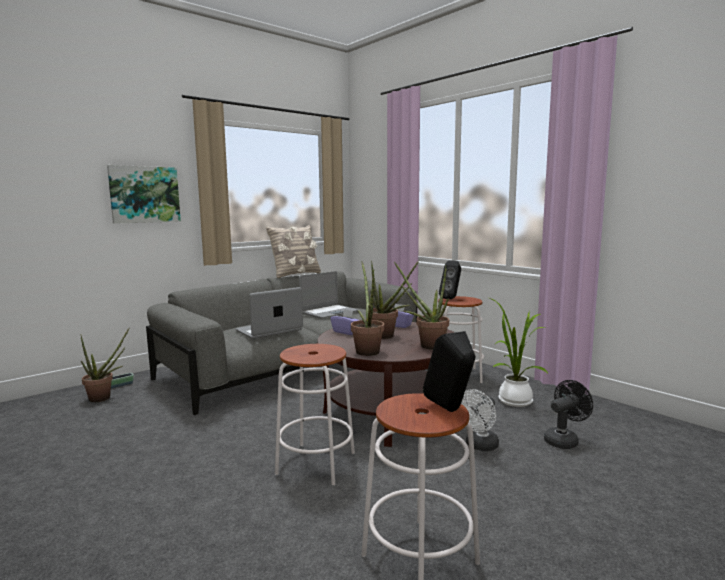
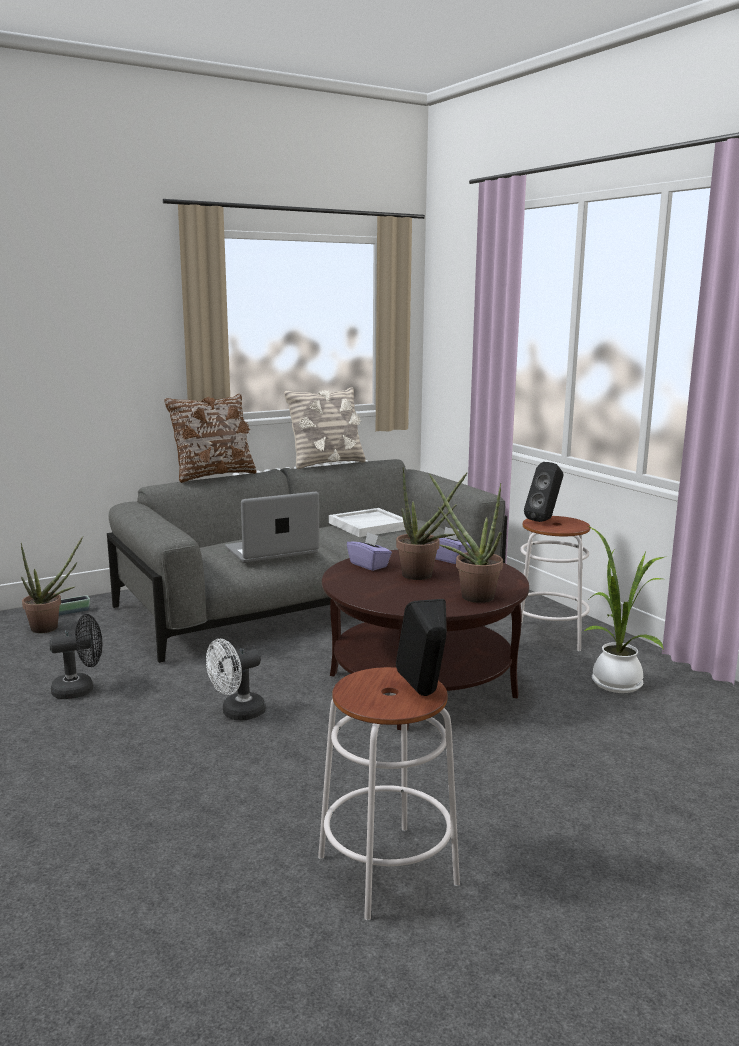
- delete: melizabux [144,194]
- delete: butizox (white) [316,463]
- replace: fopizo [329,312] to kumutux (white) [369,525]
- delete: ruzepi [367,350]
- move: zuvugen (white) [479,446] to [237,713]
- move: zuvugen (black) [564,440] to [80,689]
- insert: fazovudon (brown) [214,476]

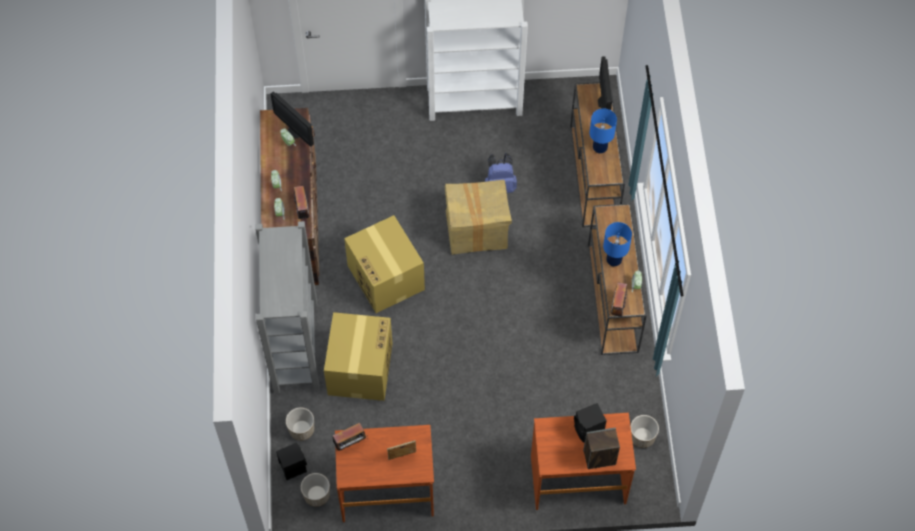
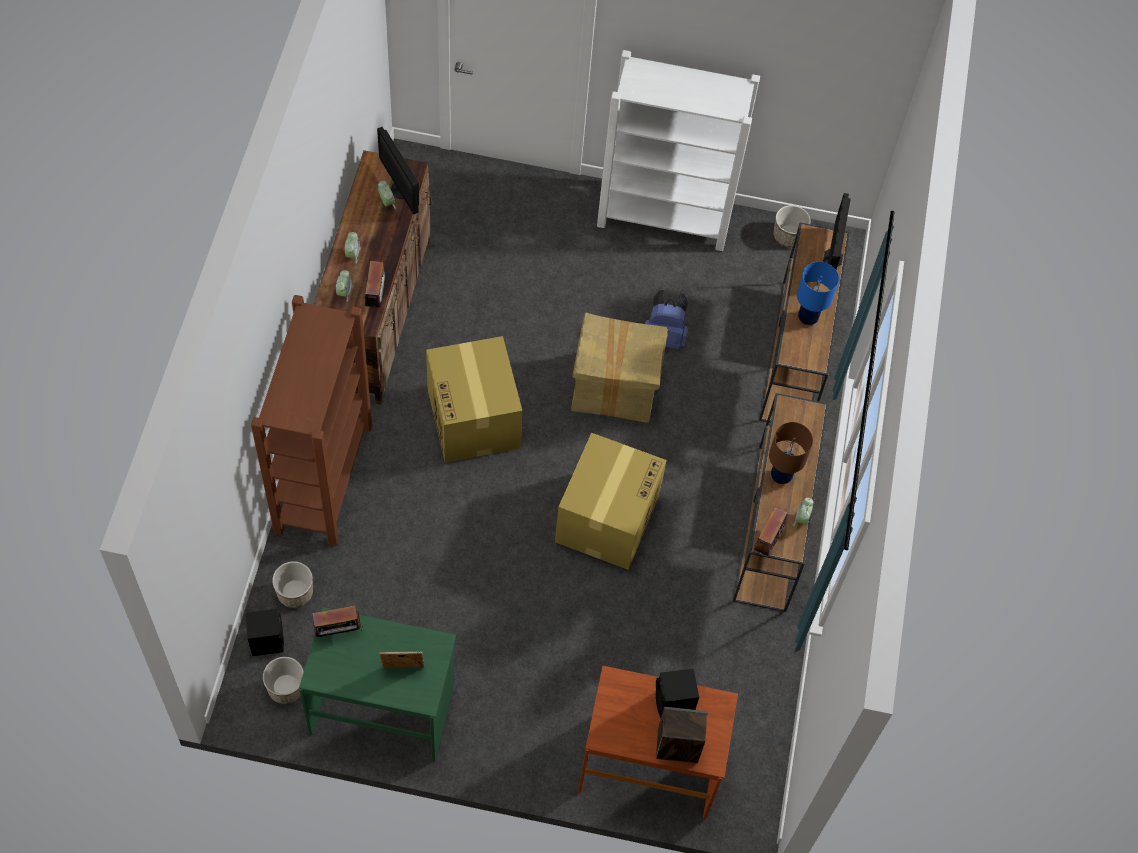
- recolor: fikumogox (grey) [295,346] to fikumogox (brown) [323,477]
- move: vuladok [360,368] to [607,517]
- recolor: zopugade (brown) [387,490] to zopugade (green) [383,708]
- recolor: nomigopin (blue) [613,260] to nomigopin (brown) [781,475]
- move: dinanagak [642,437] to [788,236]

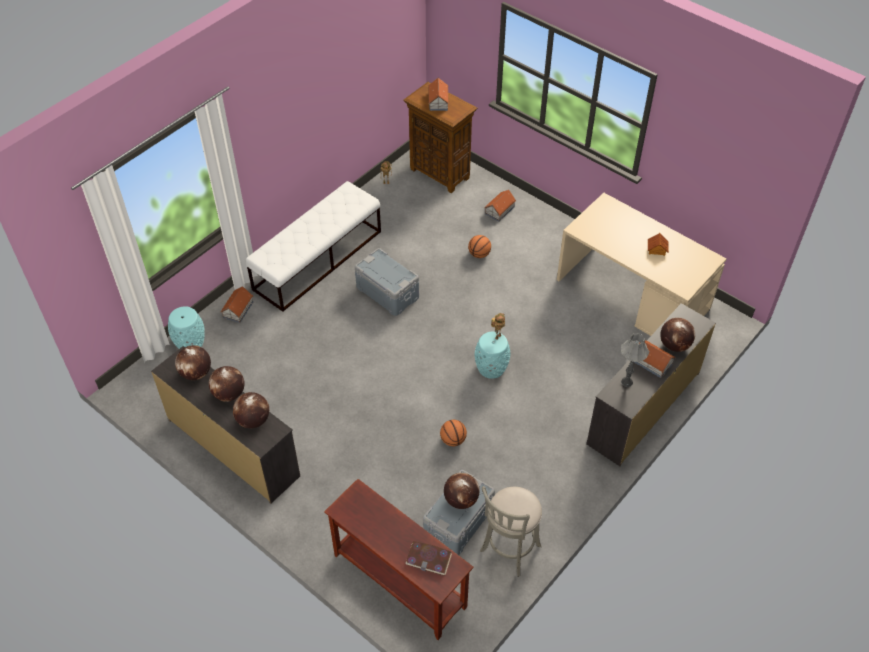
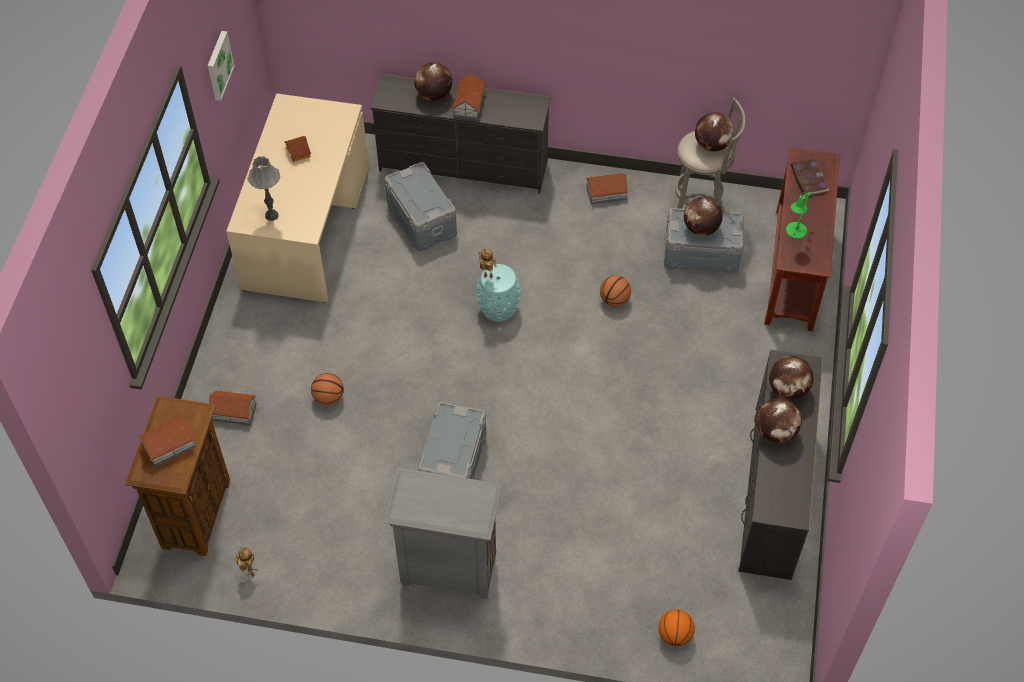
- replace: butizox (turquoise) [190,343] to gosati [675,635]
- move: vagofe [196,373] to [712,145]
- move: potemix [238,309] to [605,192]
- replace: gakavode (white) [318,260] to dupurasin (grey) [447,572]
- move: nomigopin (grey) [627,382] to [271,215]
- insert: melizabux [218,65]
- insert: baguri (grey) [422,219]
- insert: nomigopin (green) [795,232]

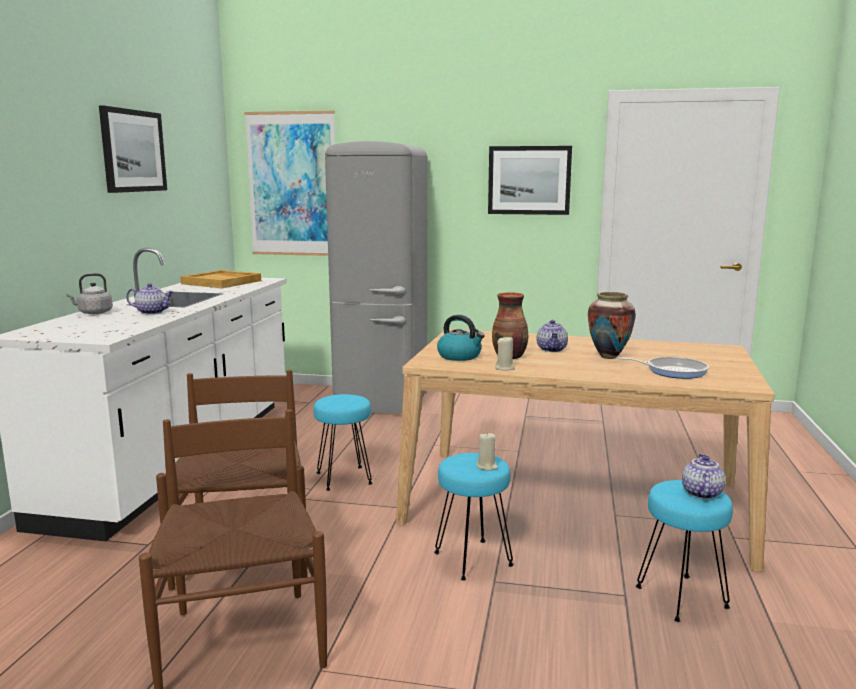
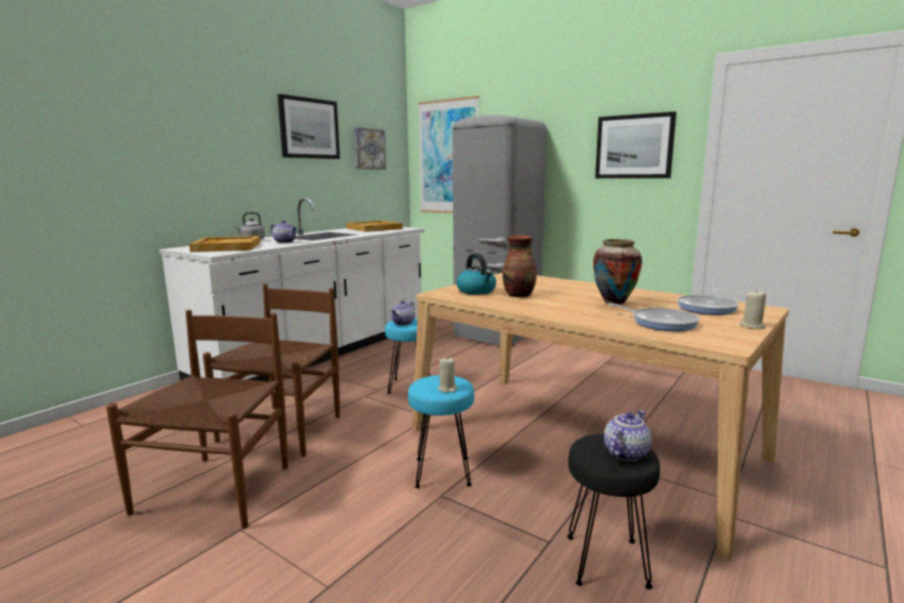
- move: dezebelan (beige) [505,368] to [752,326]
- move: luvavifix [552,349] to [403,323]
- recolor: butizox (turquoise) [680,598] to butizox (black) [605,561]
- insert: kumutux (beige) [226,247]
- insert: melizabux [368,149]
- insert: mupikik [707,308]

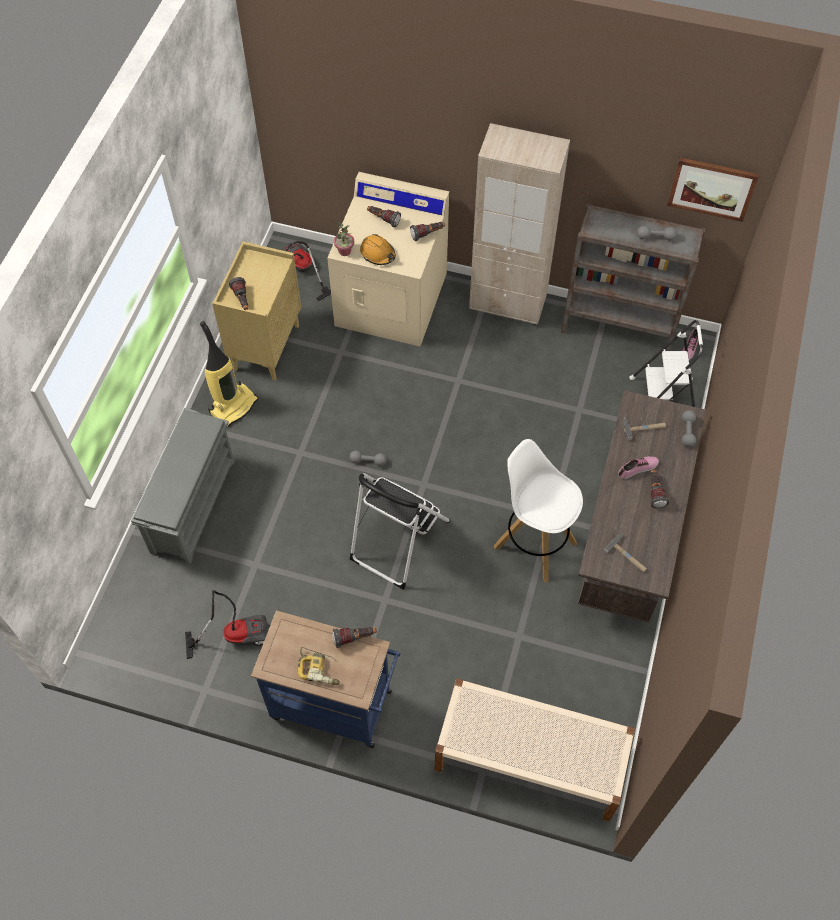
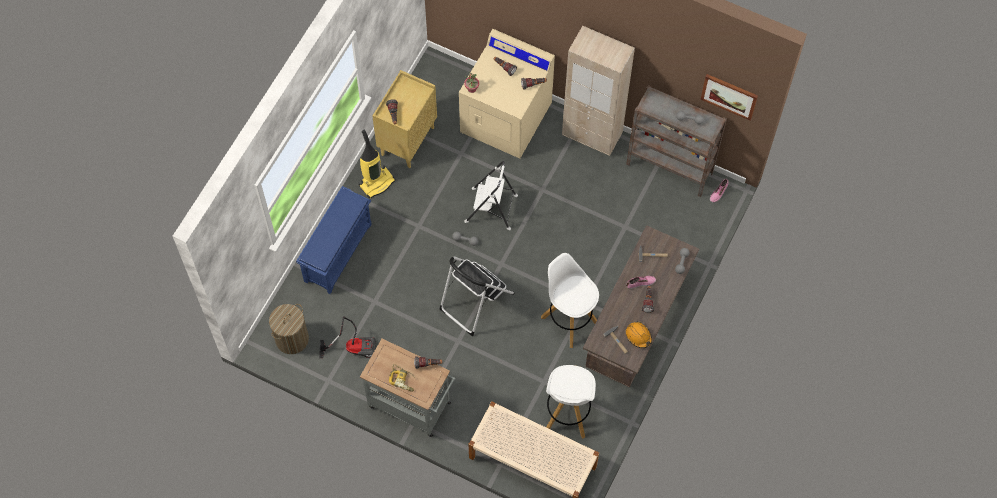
- recolor: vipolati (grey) [193,504] to vipolati (blue) [338,252]
- recolor: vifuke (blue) [335,706] to vifuke (grey) [412,406]
- delete: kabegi [302,271]
- move: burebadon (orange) [378,254] to [638,336]
- move: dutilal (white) [666,399] to [493,208]
- insert: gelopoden [292,339]
- insert: butizox (white) [567,414]

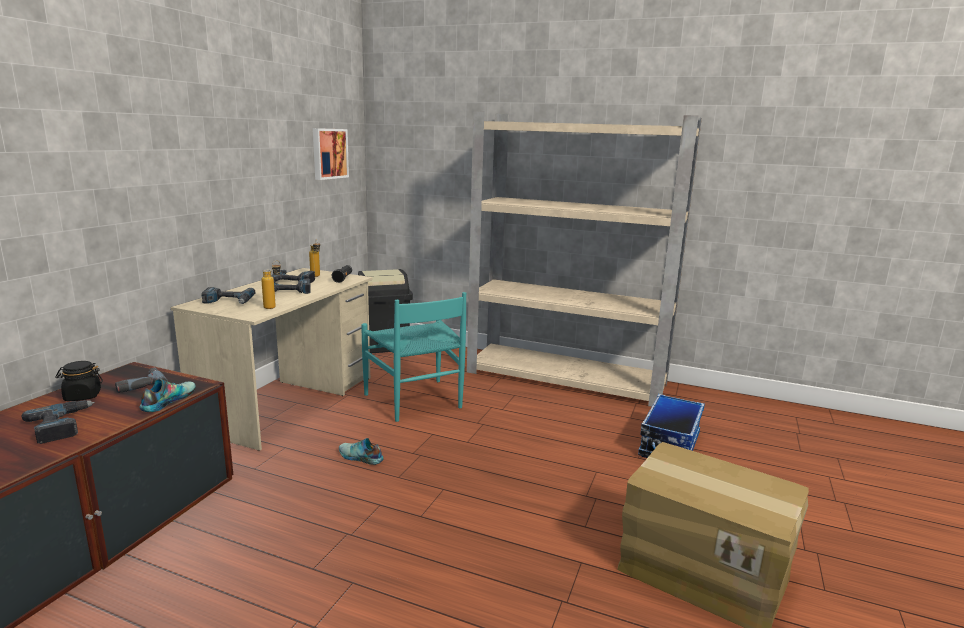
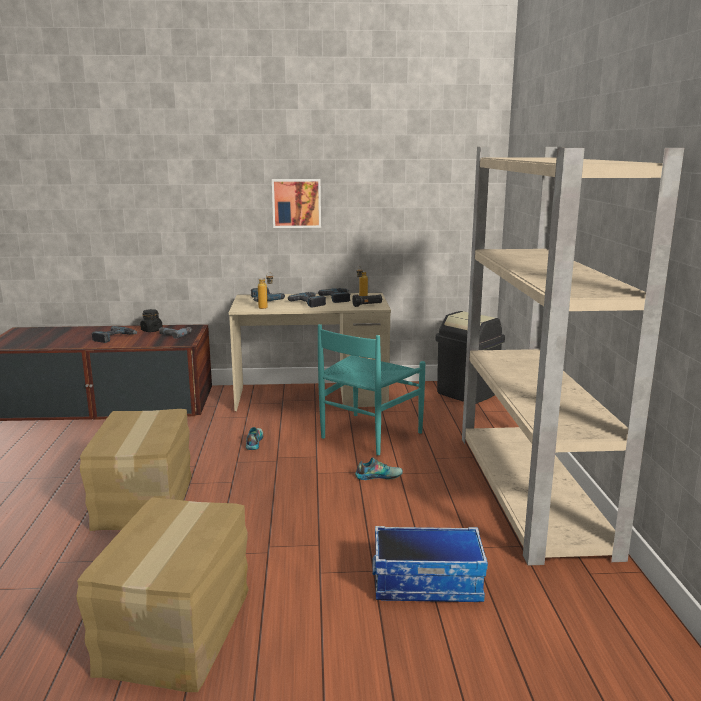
- move: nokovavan [167,400] to [378,475]
- move: melizabux [329,153] to [296,203]
- insert: vuladok [146,500]

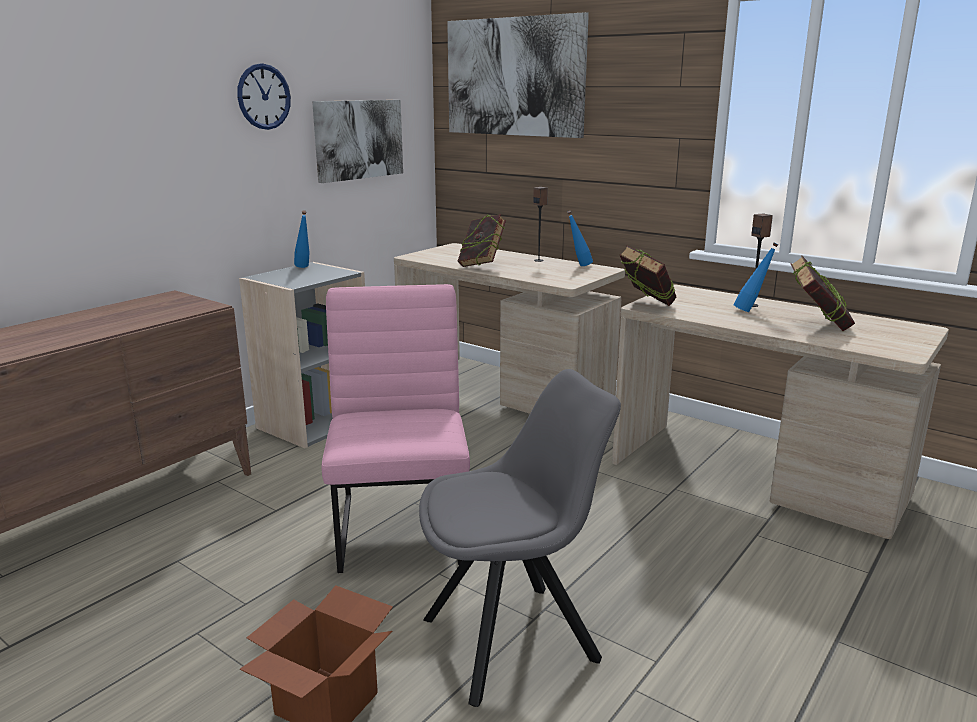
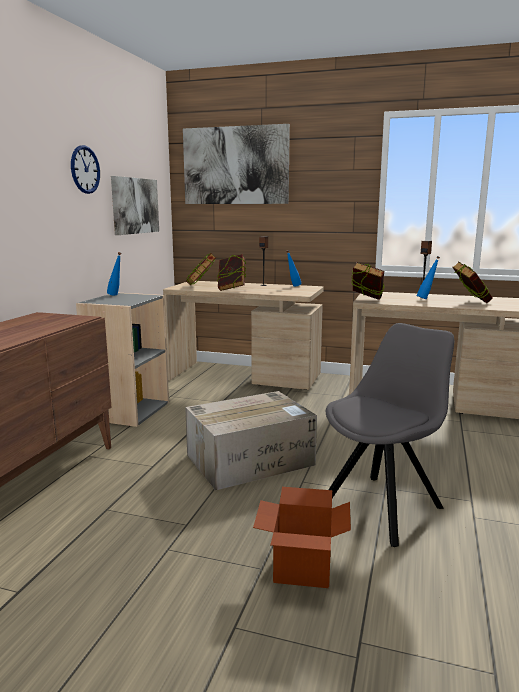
- replace: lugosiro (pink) [401,525] to vuladok [251,459]
- insert: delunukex [201,286]

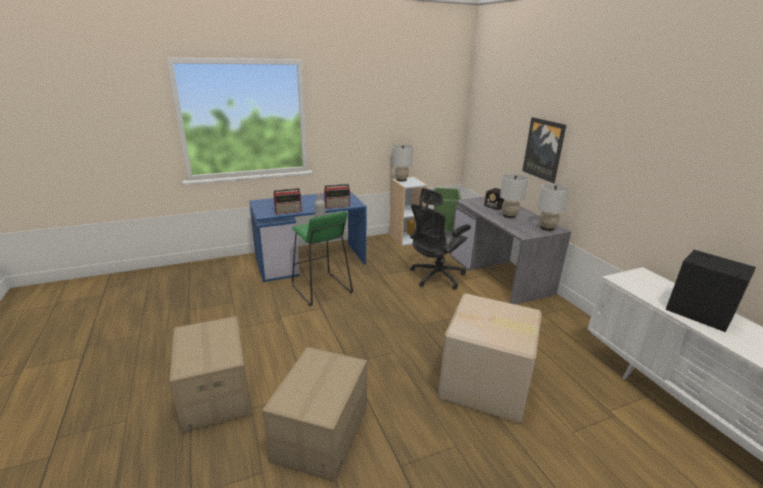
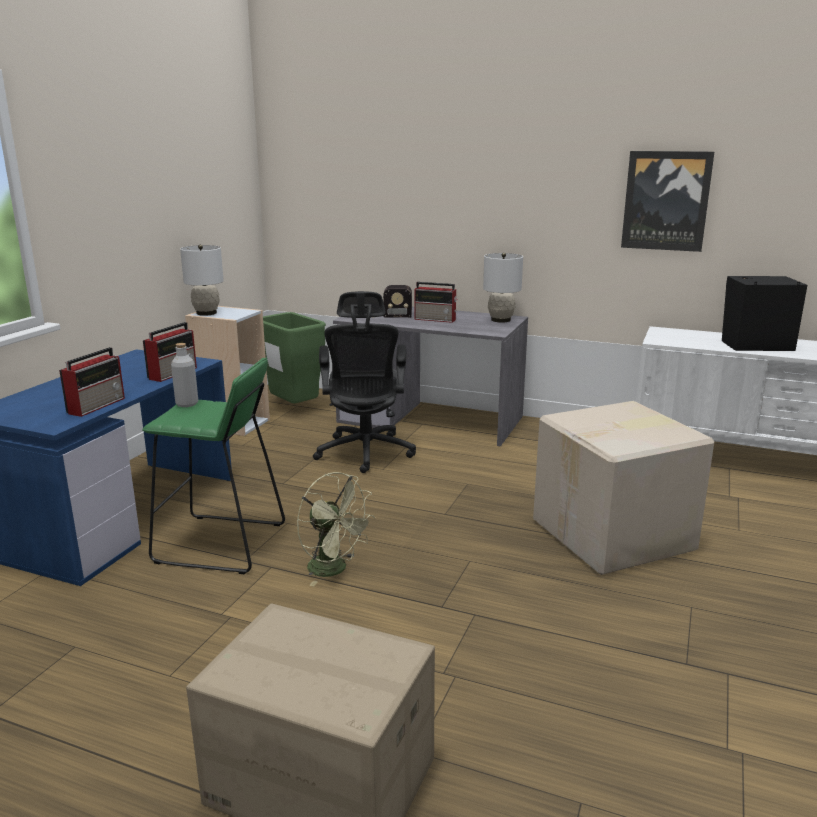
- delete: vuladok [322,434]
- replace: nomigopin (white) [509,216] to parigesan [436,319]
- move: melizabux [544,149] to [666,201]
- insert: zuvugen (green) [334,569]

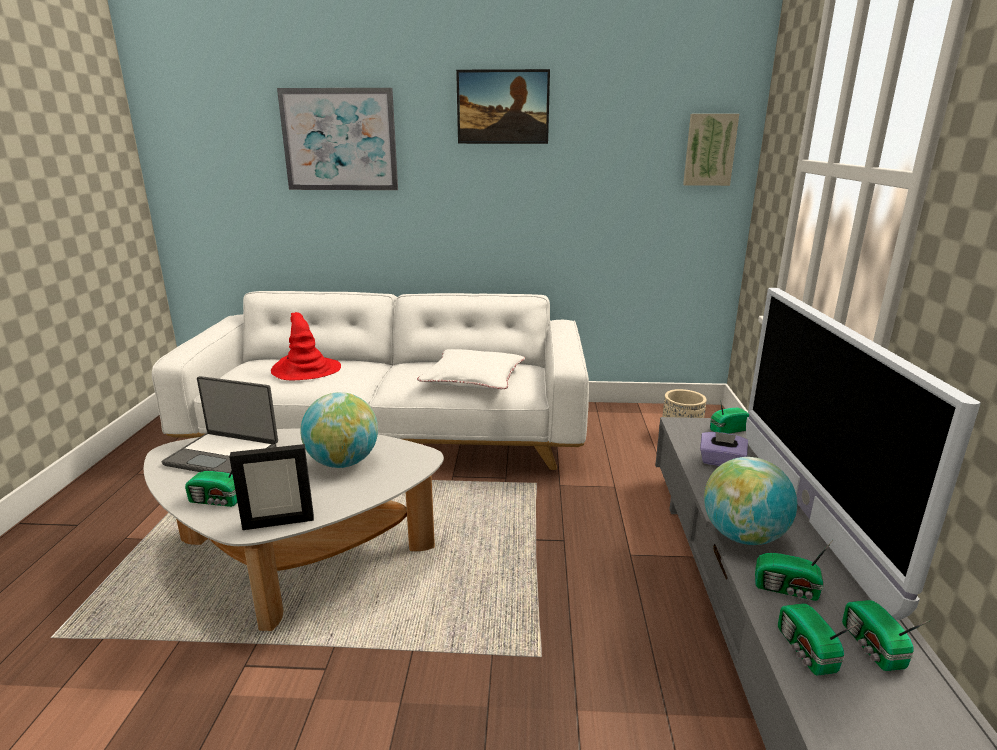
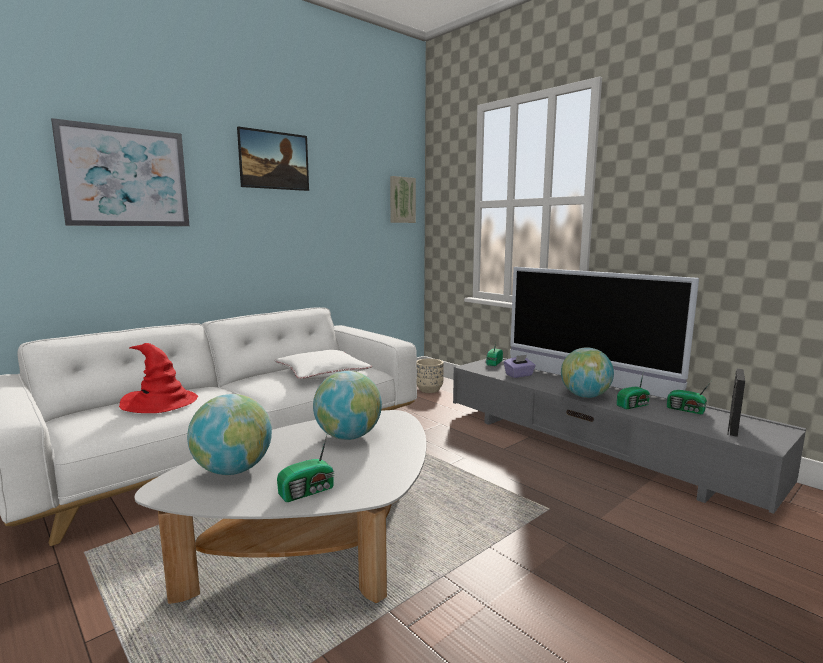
- replace: fopizo [224,455] to vagofe [233,470]
- move: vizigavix [278,522] to [732,427]
- delete: parigesan [806,651]

